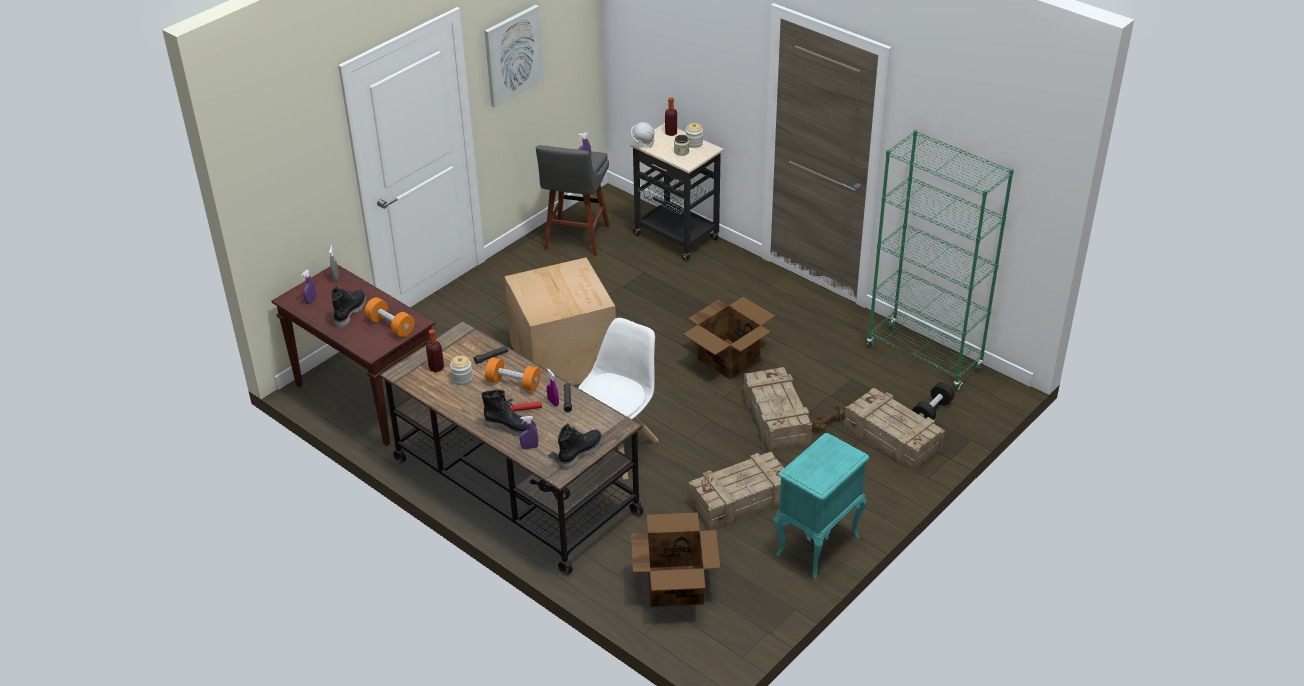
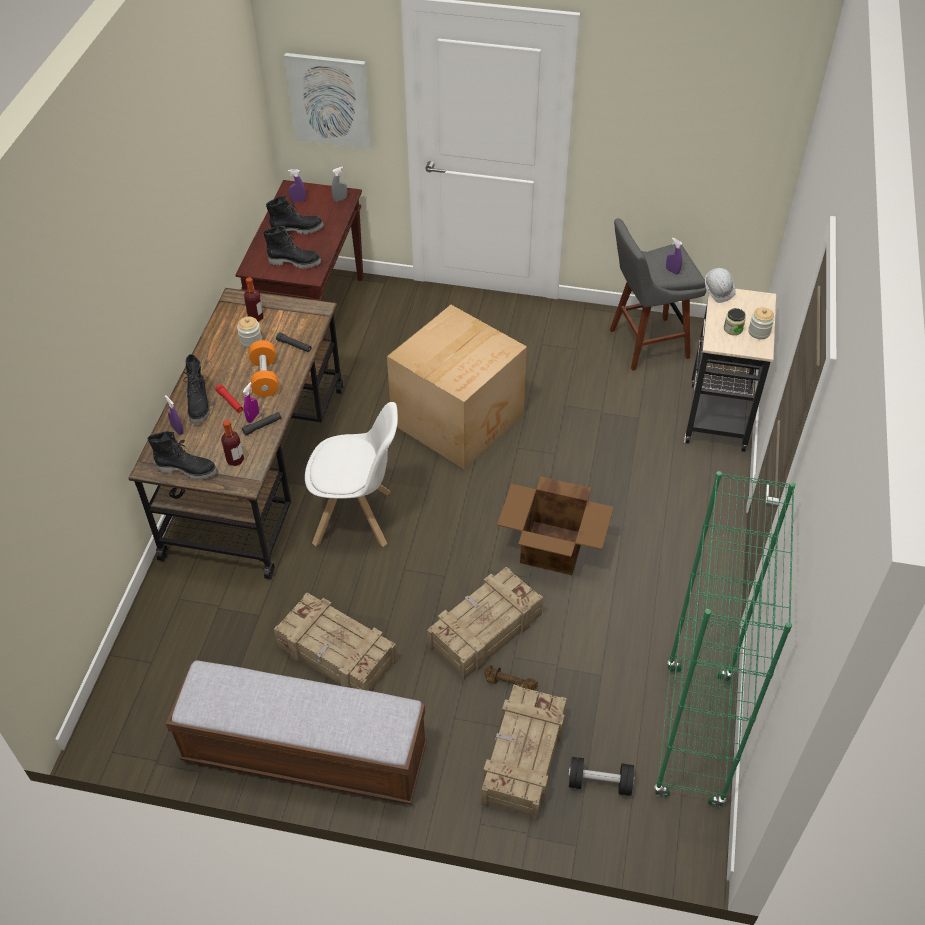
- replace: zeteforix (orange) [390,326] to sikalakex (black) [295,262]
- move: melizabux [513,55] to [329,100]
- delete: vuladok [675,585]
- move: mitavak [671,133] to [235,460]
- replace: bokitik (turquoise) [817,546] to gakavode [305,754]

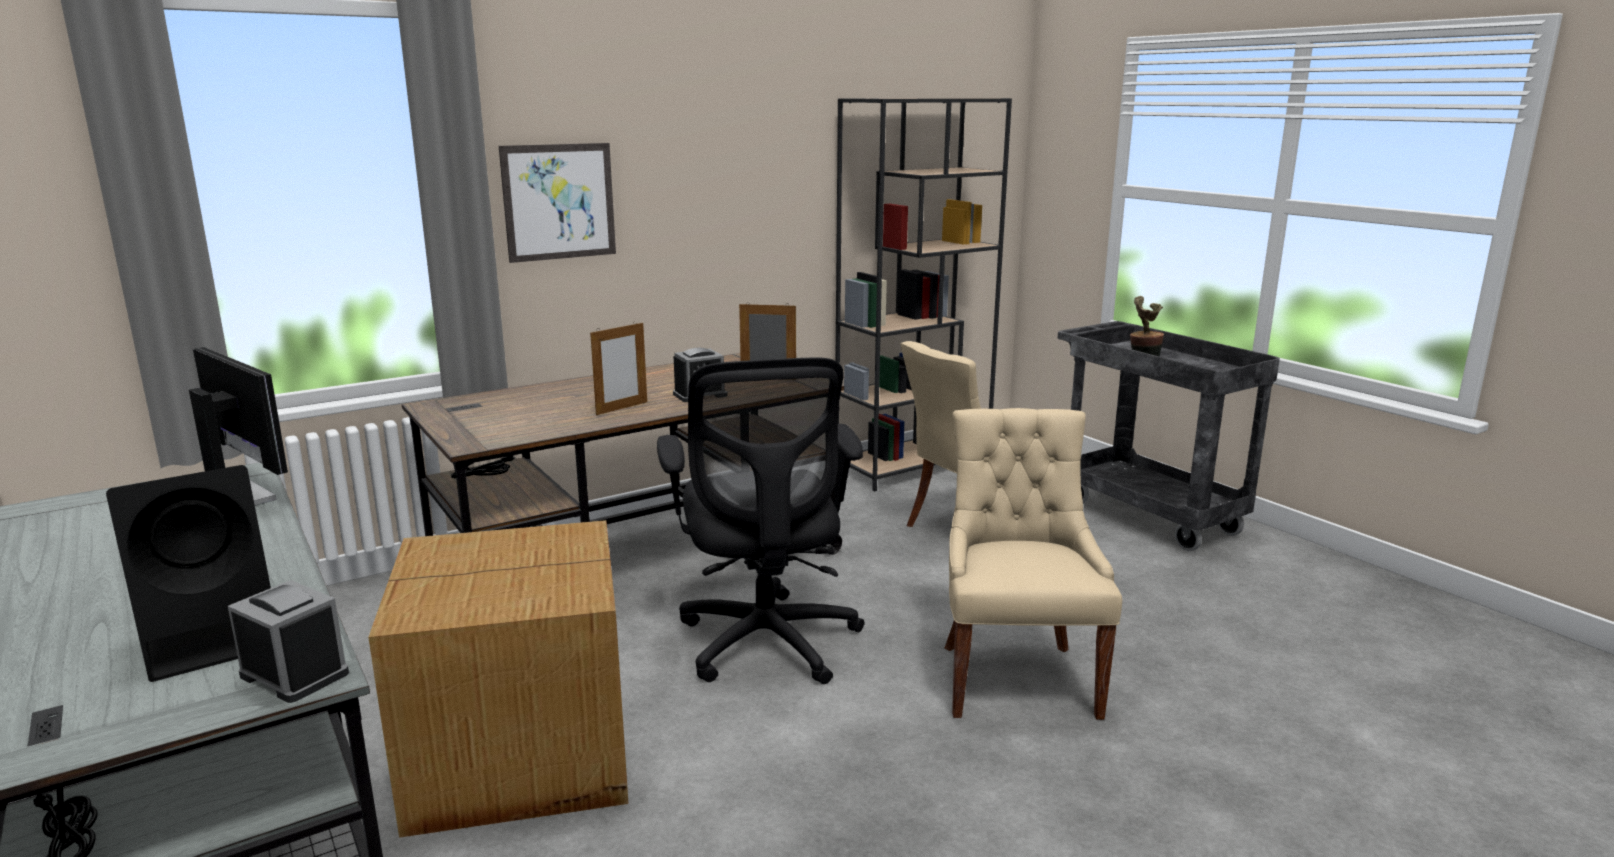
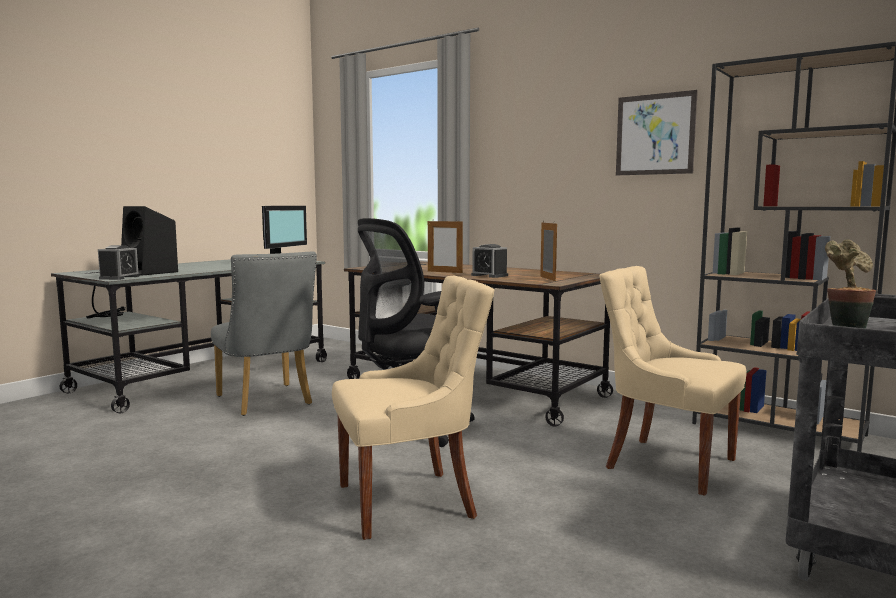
- replace: vuladok [524,755] to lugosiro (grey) [267,402]
- move: melizabux [559,202] to [655,134]

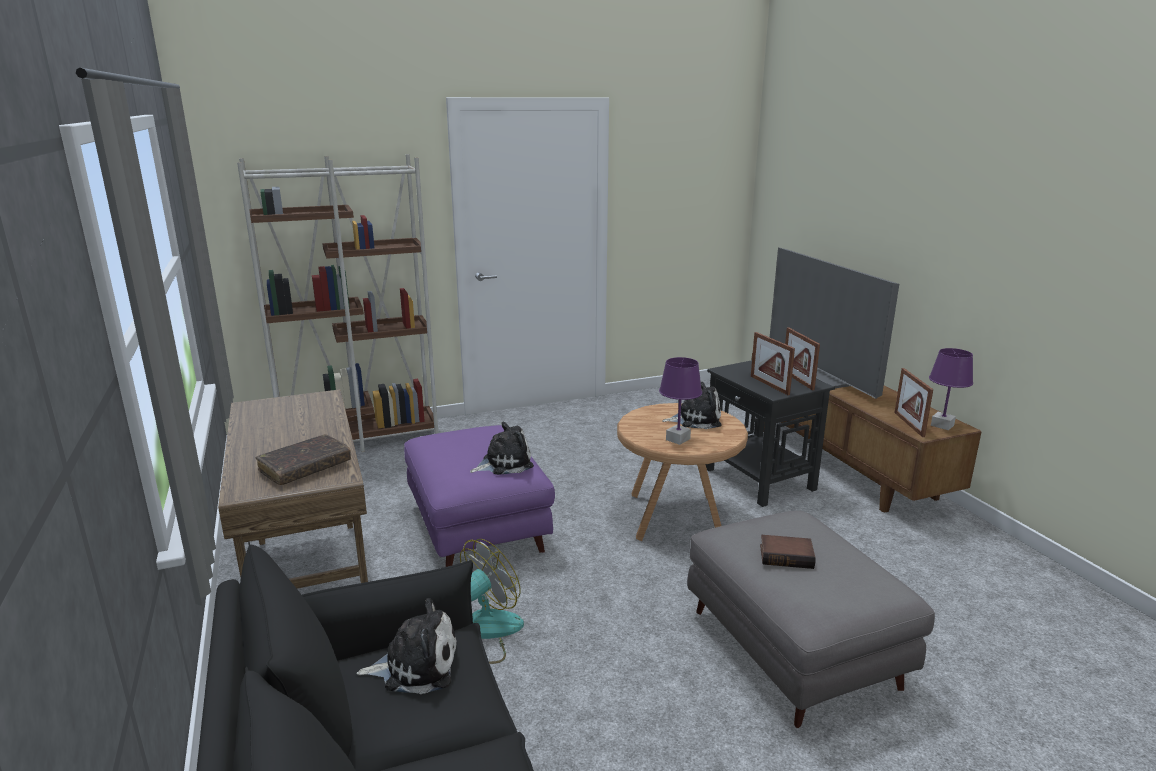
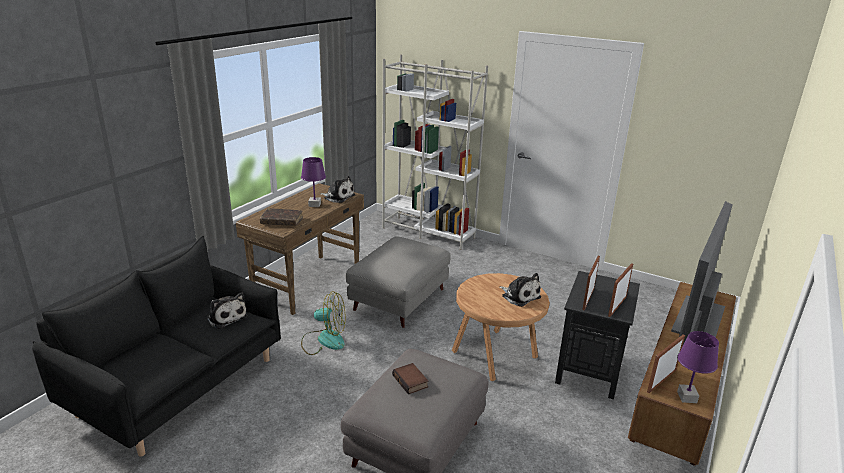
- recolor: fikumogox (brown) [362,441] to fikumogox (white) [428,233]
- recolor: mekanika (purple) [476,528] to mekanika (grey) [399,299]
- move: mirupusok [504,463] to [338,197]
- move: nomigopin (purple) [678,439] to [314,205]

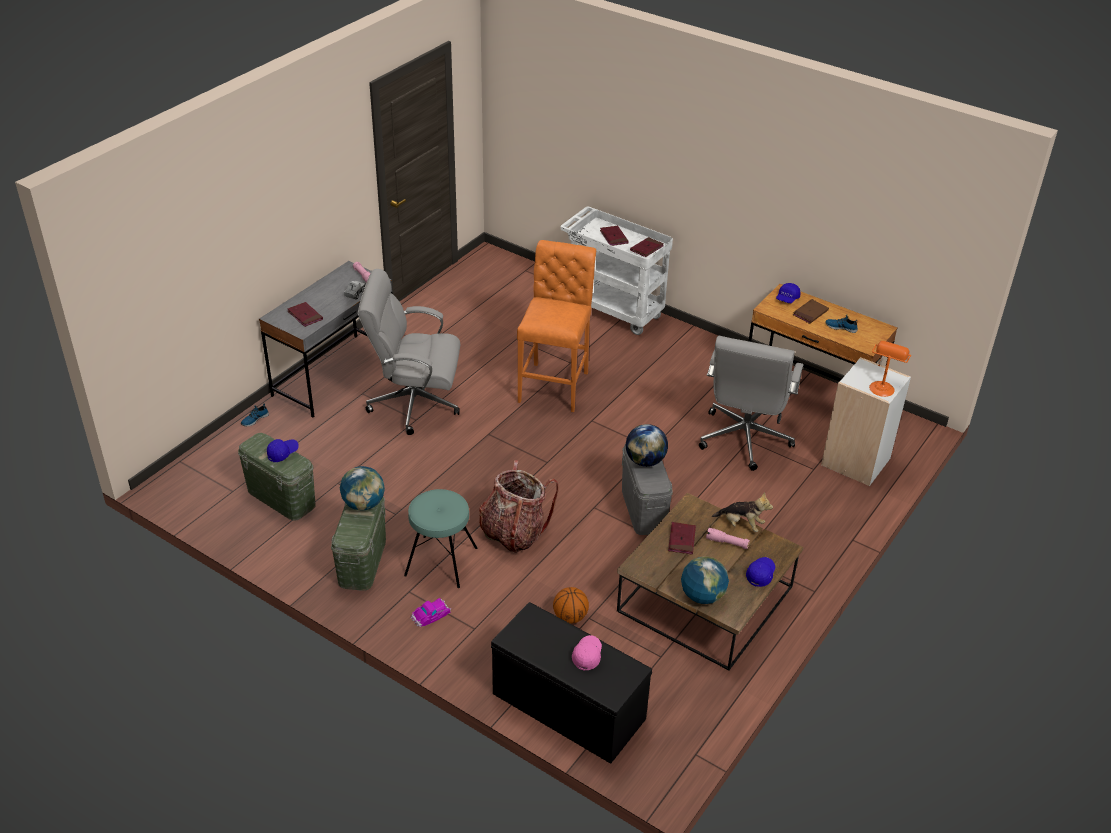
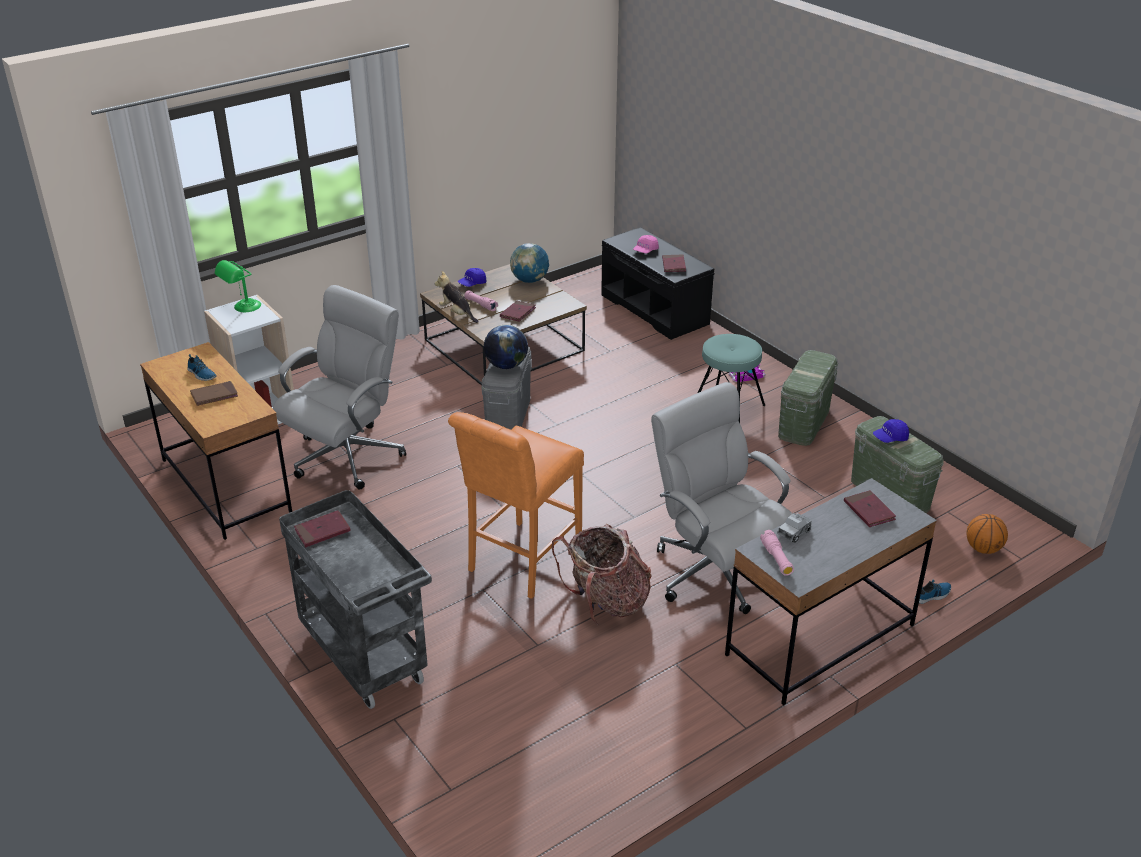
- delete: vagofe [364,504]
- rotate: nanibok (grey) [415,404] = [715,573] 150 degrees counterclockwise
- move: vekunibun [514,533] to [606,602]
- move: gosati [570,617] to [983,549]
- recolor: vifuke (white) [611,312] to vifuke (black) [367,661]
- move: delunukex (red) [614,237] to [673,265]
- delete: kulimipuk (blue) [787,299]
- recolor: nomigopin (orange) [882,385] to nomigopin (green) [243,308]

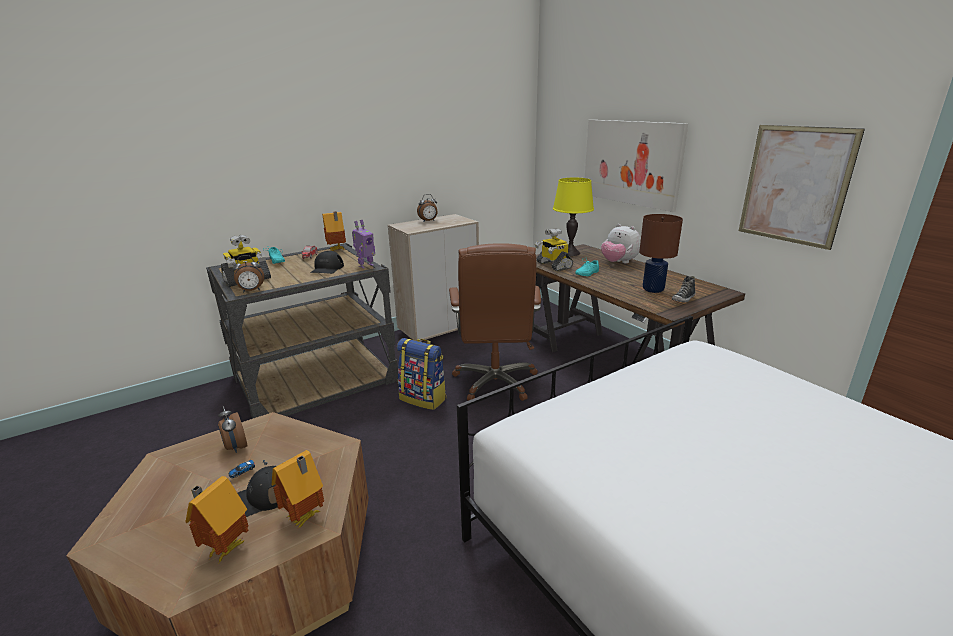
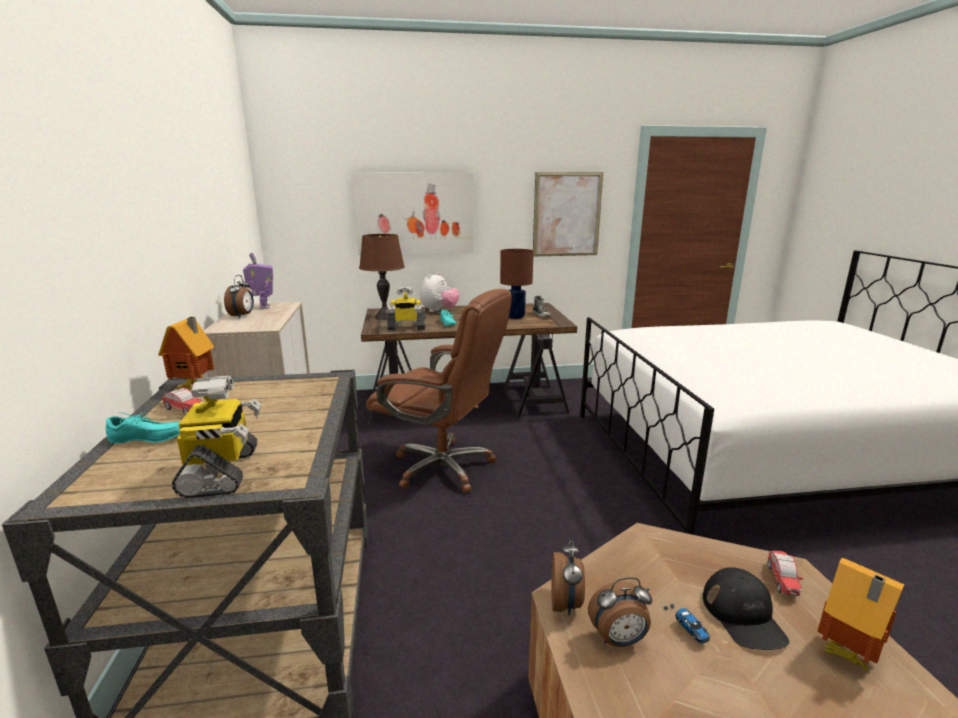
- move: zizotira [251,291] to [566,604]
- replace: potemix [305,518] to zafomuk [782,580]
- delete: kulimipuk (black) [327,268]
- move: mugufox [365,266] to [263,307]
- delete: vekunibun [423,398]
- recolor: nomigopin (yellow) [570,253] to nomigopin (brown) [385,316]
- rotate: mirupusok [618,263] = [439,311] 45 degrees counterclockwise

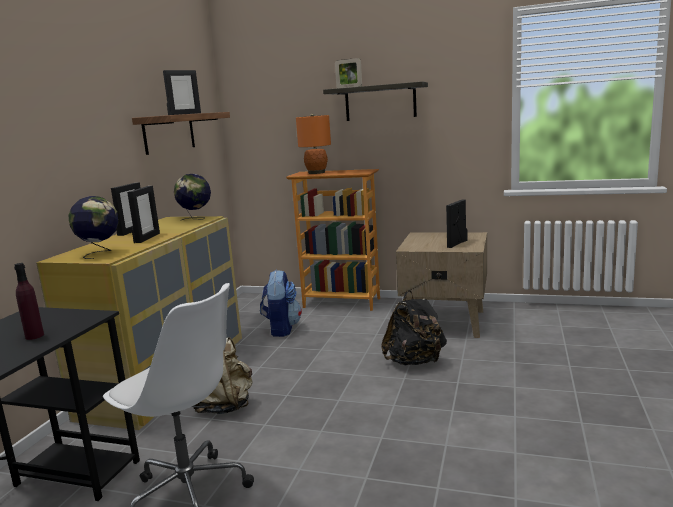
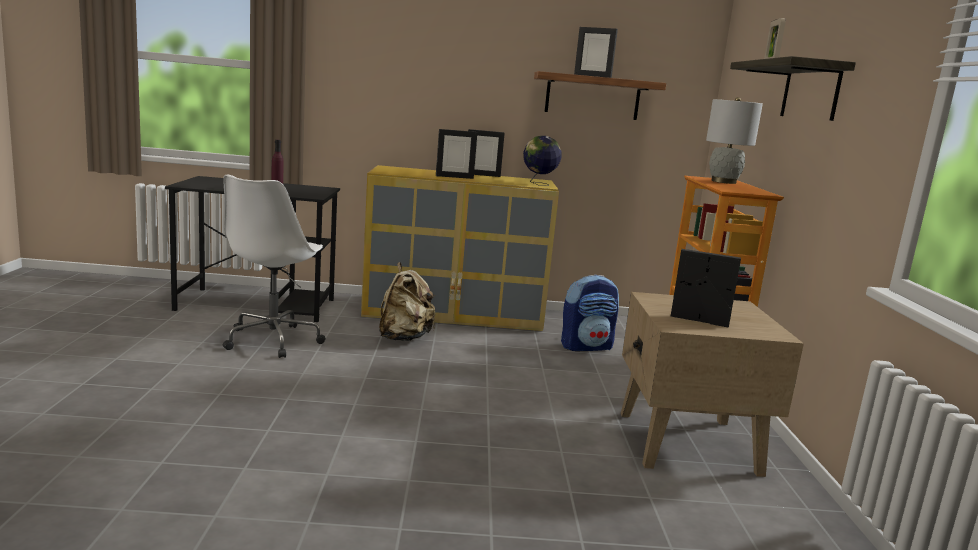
- delete: vagofe [100,253]
- recolor: nomigopin (orange) [316,173] to nomigopin (white) [723,181]
- delete: vekunibun (black) [415,362]

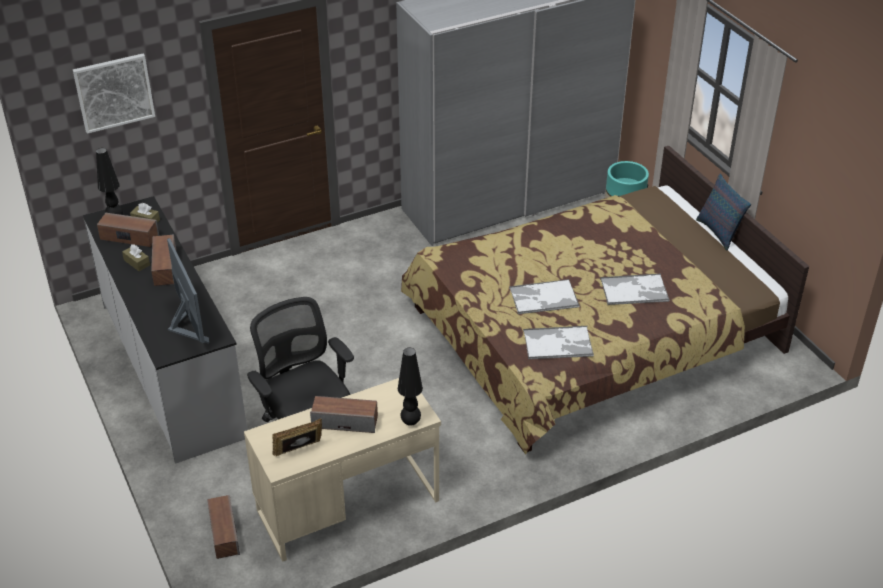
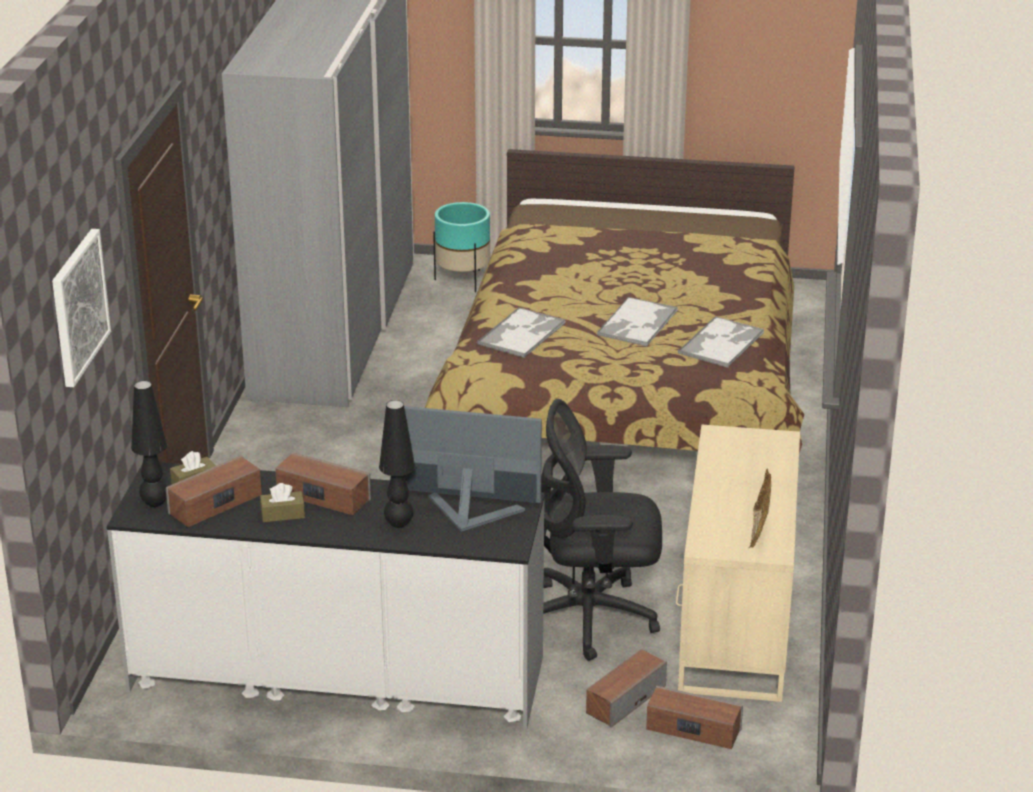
- move: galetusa [345,421] to [625,699]
- move: nomigopin (black) [410,422] to [398,524]
- move: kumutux [635,290] to [522,333]
- delete: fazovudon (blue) [718,233]

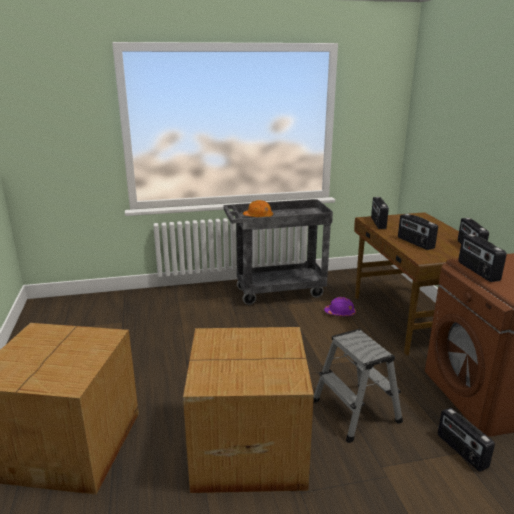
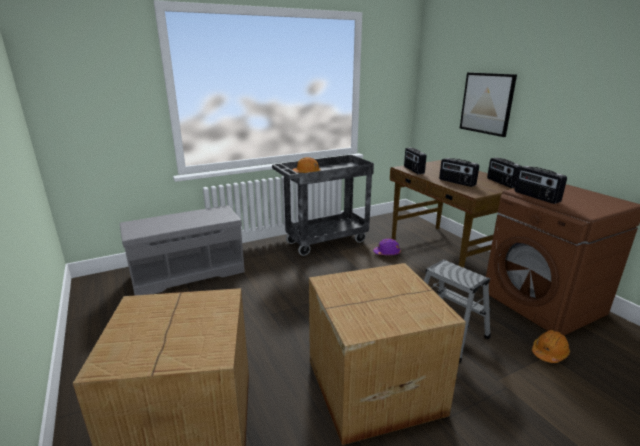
- replace: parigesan [461,451] to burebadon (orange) [549,353]
- insert: gakavode (grey) [189,273]
- insert: melizabux [486,103]

